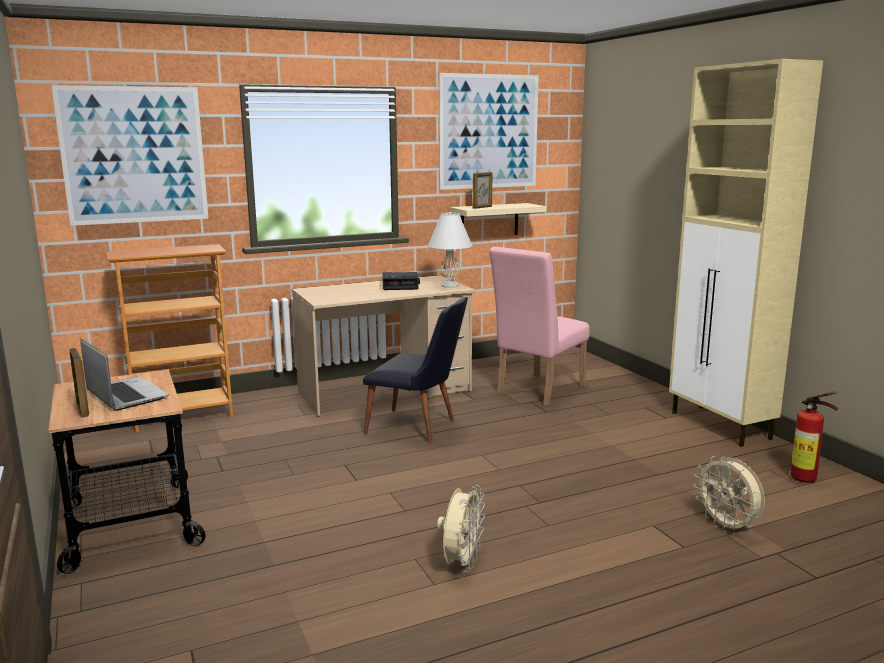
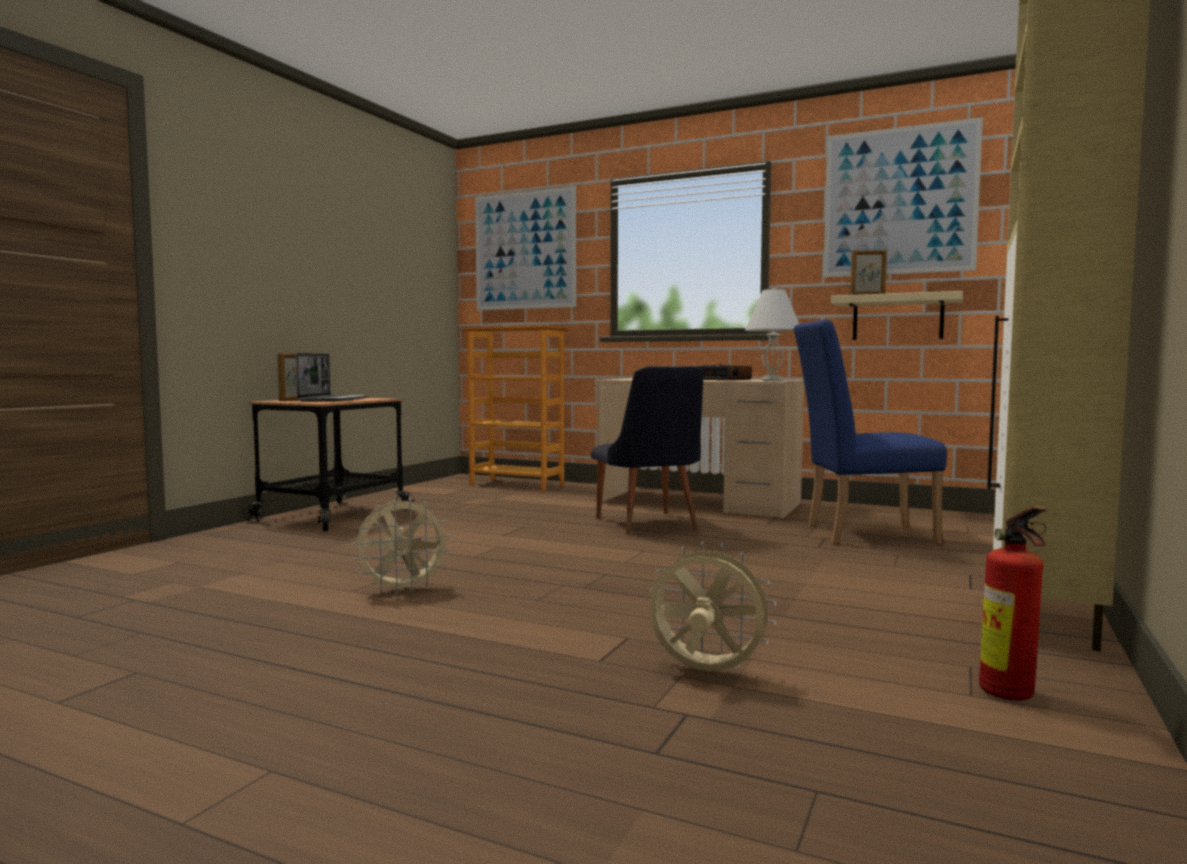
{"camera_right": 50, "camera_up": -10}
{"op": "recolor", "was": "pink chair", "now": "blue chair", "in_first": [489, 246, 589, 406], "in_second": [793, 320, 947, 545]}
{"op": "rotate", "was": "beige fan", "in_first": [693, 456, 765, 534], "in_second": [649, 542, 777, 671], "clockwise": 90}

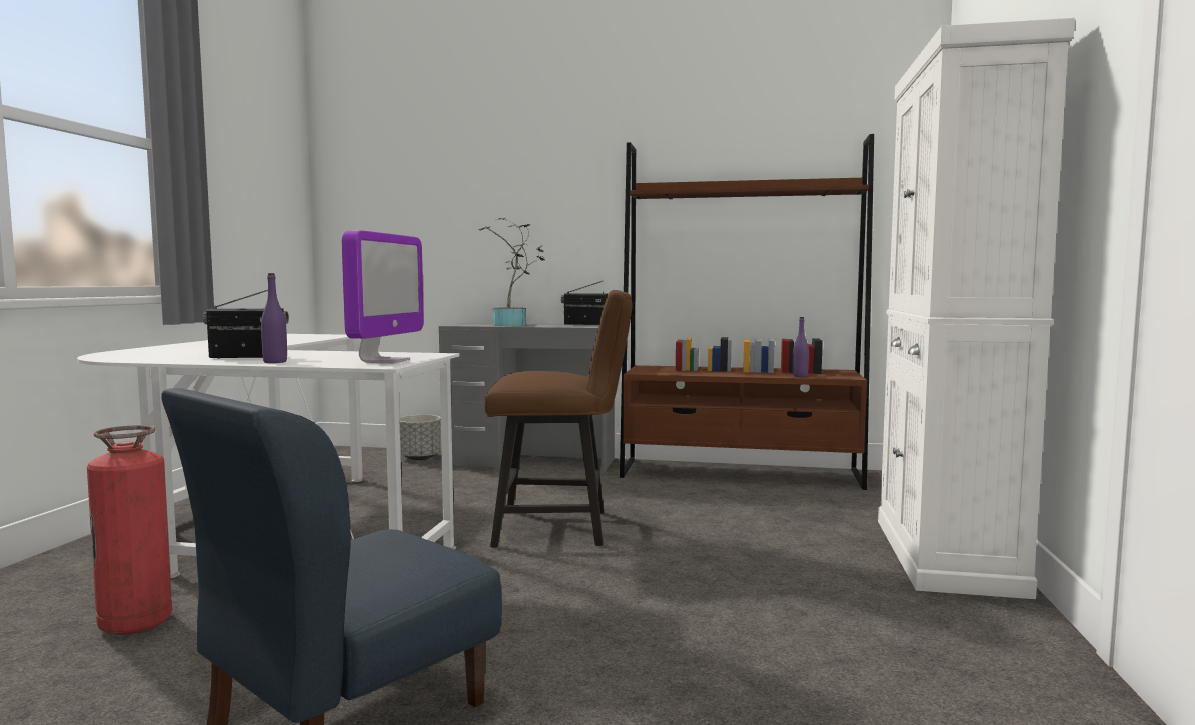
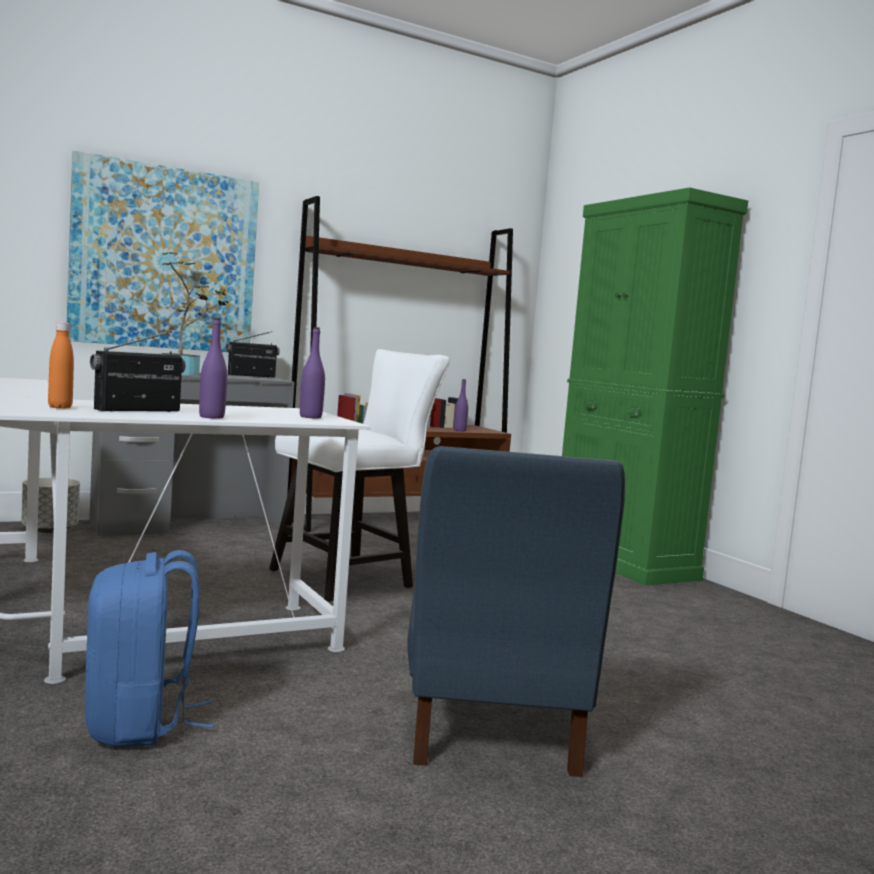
{"camera_right": -40, "camera_up": 0}
{"op": "replace", "was": "fire extinguisher", "now": "blue backpack", "in_first": [87, 425, 172, 635], "in_second": [85, 550, 214, 747]}
{"op": "replace", "was": "monitor", "now": "purple bottle", "in_first": [342, 230, 424, 363], "in_second": [300, 327, 325, 418]}
{"op": "recolor", "was": "brown chair", "now": "white chair", "in_first": [485, 290, 633, 547], "in_second": [269, 349, 450, 602]}
{"op": "recolor", "was": "white cabinet", "now": "green cabinet", "in_first": [878, 18, 1075, 599], "in_second": [562, 187, 748, 585]}
{"op": "insert", "now": "orange bottle", "in_second": [48, 322, 74, 409]}
{"op": "insert", "now": "picture", "in_second": [67, 150, 259, 352]}

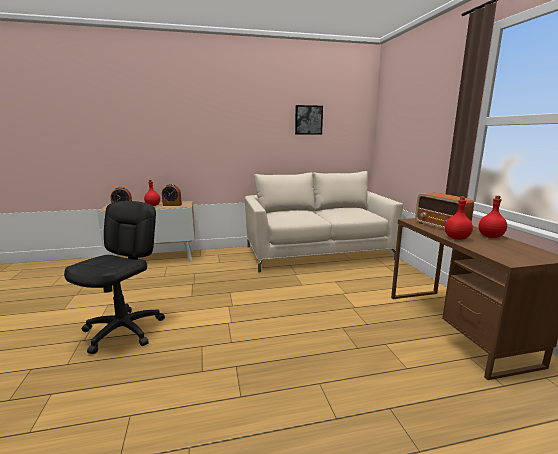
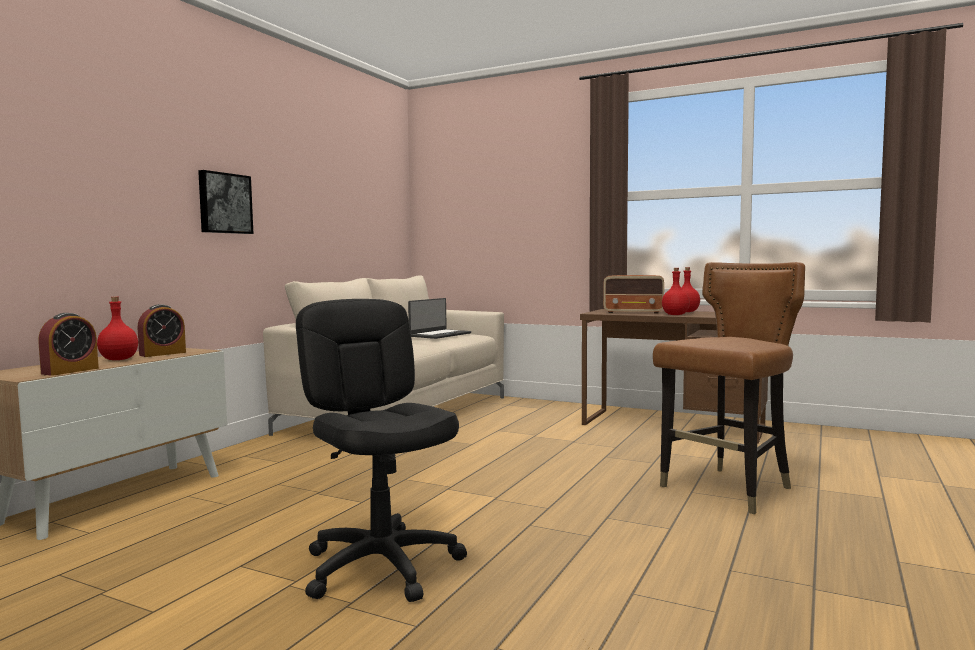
{"camera_right": -50, "camera_up": -10}
{"op": "move", "was": "picture", "in_first": [295, 105, 323, 134], "in_second": [198, 170, 253, 234]}
{"op": "insert", "now": "laptop", "in_second": [408, 298, 471, 339]}
{"op": "insert", "now": "brown chair", "in_second": [653, 262, 805, 514]}

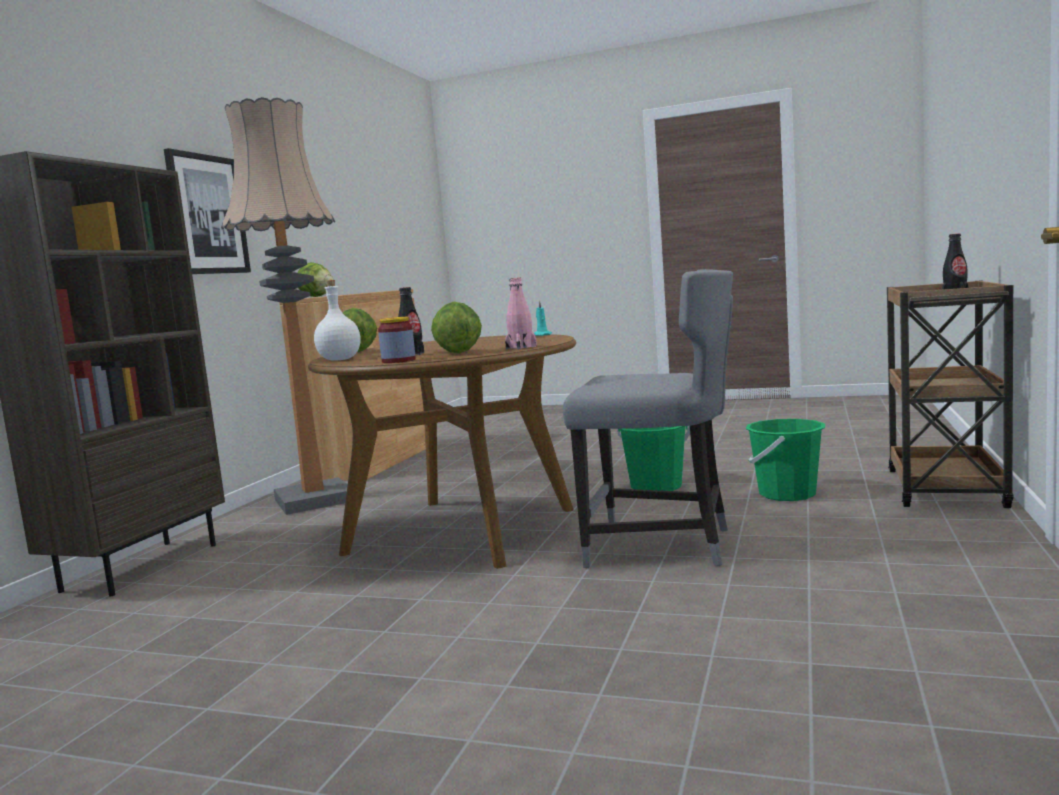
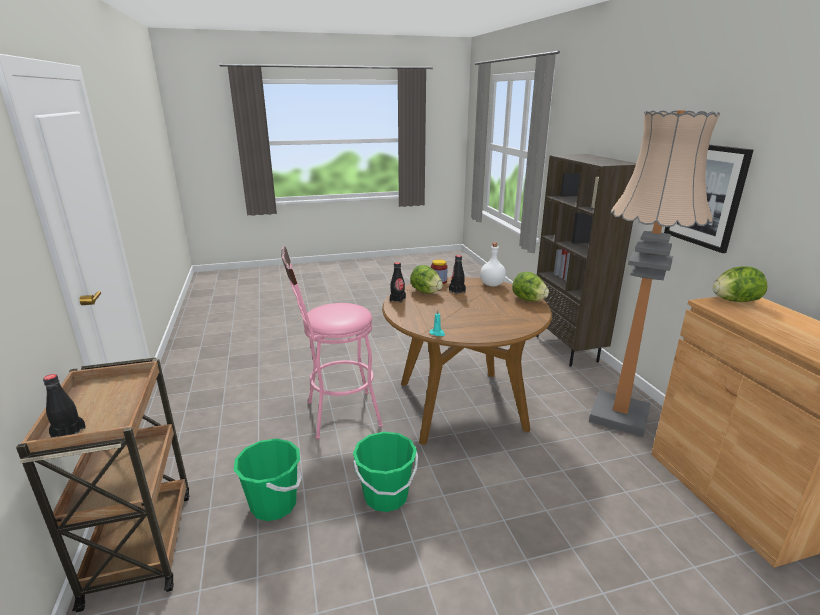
{"camera_right": 145, "camera_up": 15}
{"op": "recolor", "was": "pink bottle", "now": "black bottle", "in_first": [505, 278, 537, 350], "in_second": [390, 262, 406, 303]}
{"op": "replace", "was": "grey chair", "now": "pink stool", "in_first": [563, 269, 733, 568], "in_second": [281, 246, 383, 439]}

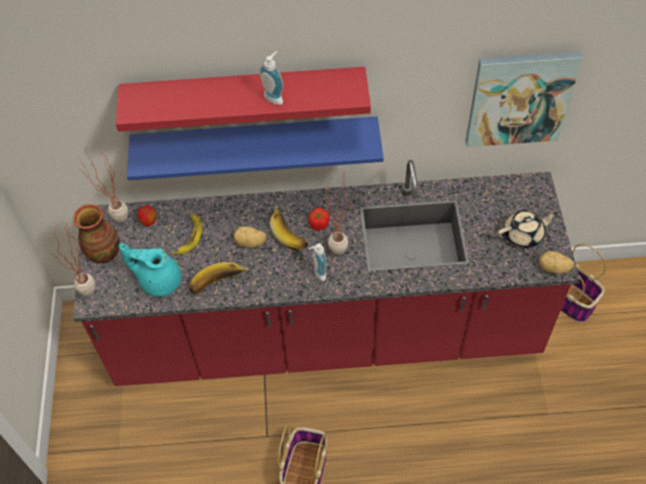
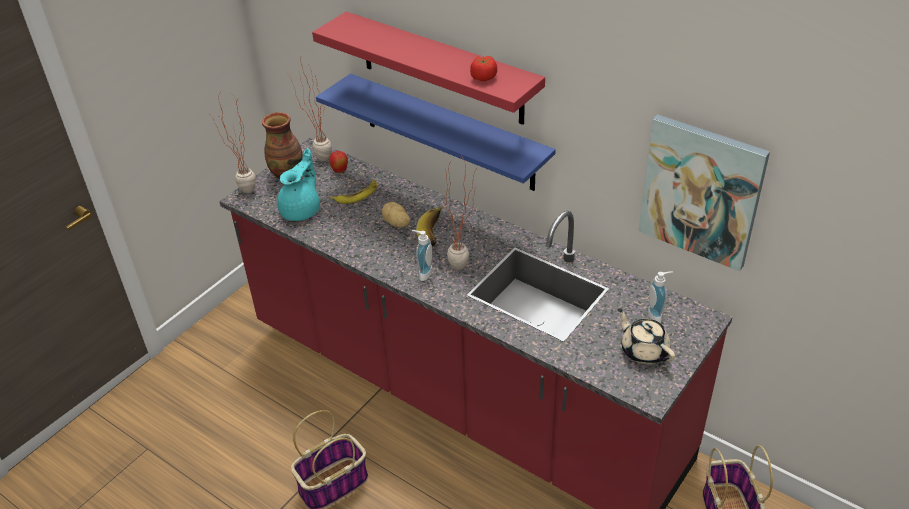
{"camera_right": 40, "camera_up": -15}
{"op": "rotate", "was": "turquoise teapot", "in_first": [119, 243, 181, 297], "in_second": [277, 148, 320, 221], "clockwise": 60}
{"op": "delete", "was": "banana", "in_first": [190, 262, 248, 295]}
{"op": "move", "was": "soap dispenser", "in_first": [259, 51, 284, 105], "in_second": [648, 271, 673, 323]}
{"op": "move", "was": "tomato", "in_first": [309, 208, 330, 230], "in_second": [470, 56, 497, 81]}
{"op": "rotate", "was": "beige teapot", "in_first": [498, 210, 558, 248], "in_second": [617, 308, 675, 364], "clockwise": -150}
{"op": "delete", "was": "potato", "in_first": [539, 251, 574, 274]}

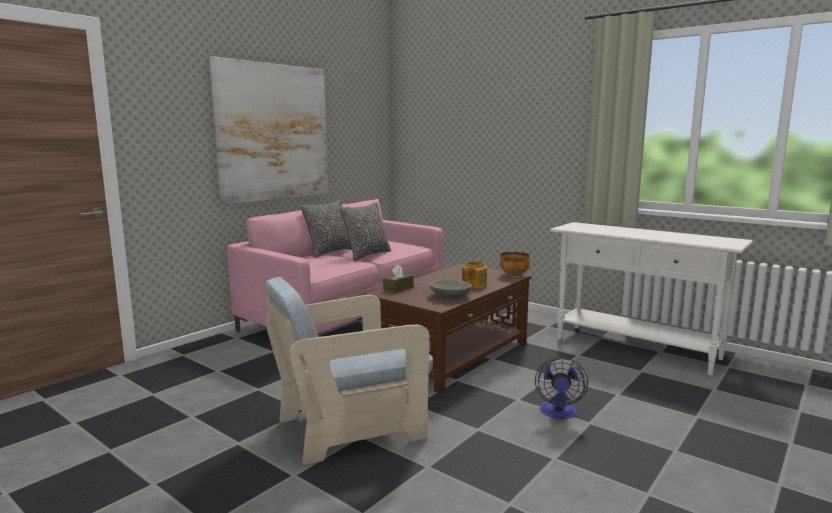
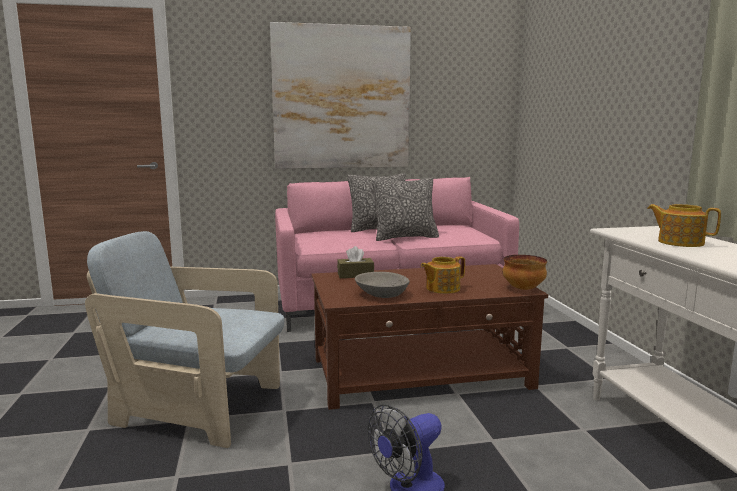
{"camera_right": 40, "camera_up": 0}
{"op": "insert", "now": "teapot", "in_second": [647, 204, 721, 247]}

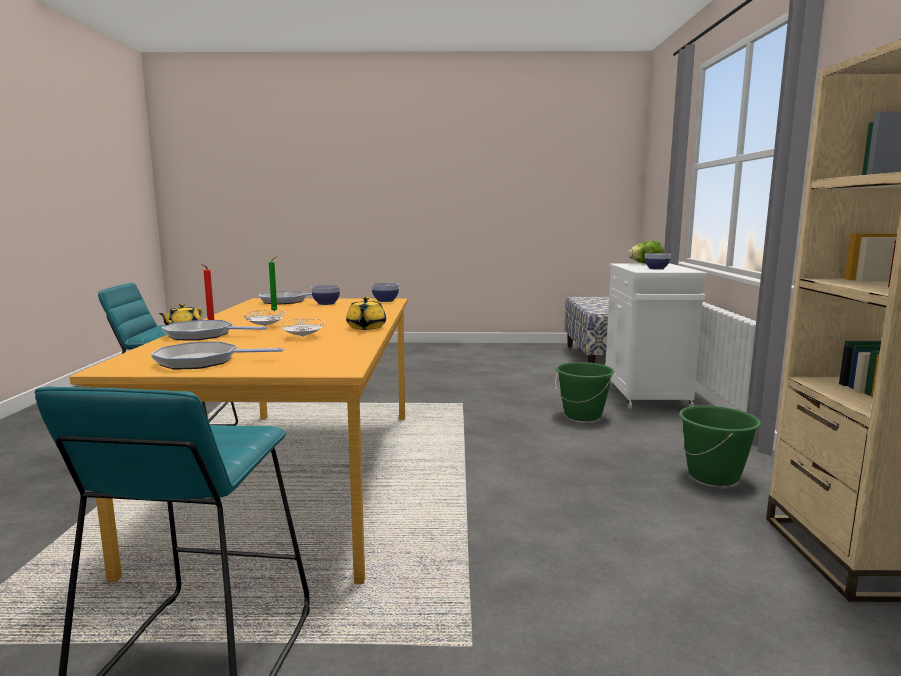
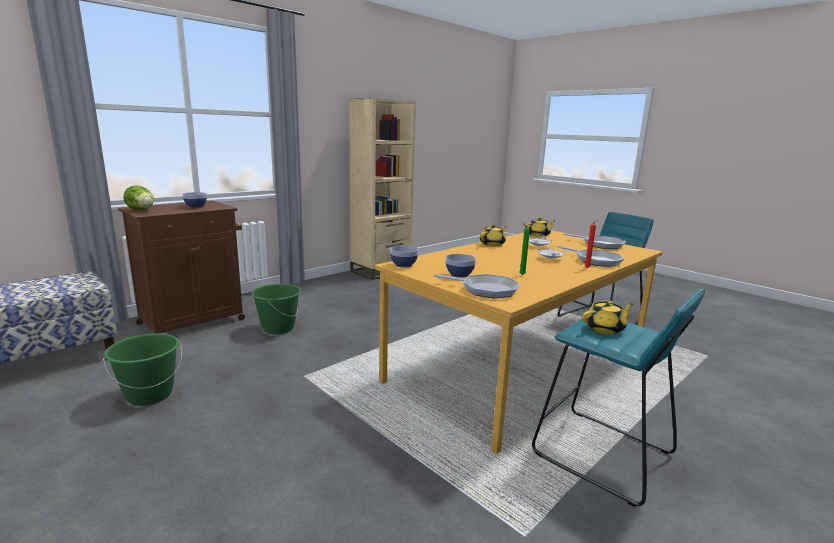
{"camera_right": -135, "camera_up": 5}
{"op": "recolor", "was": "white cabinet", "now": "brown cabinet", "in_first": [605, 263, 708, 409], "in_second": [118, 201, 245, 333]}
{"op": "move", "was": "green bucket", "in_first": [679, 405, 761, 486], "in_second": [103, 333, 182, 406]}
{"op": "insert", "now": "yellow teapot", "in_second": [525, 217, 556, 237]}

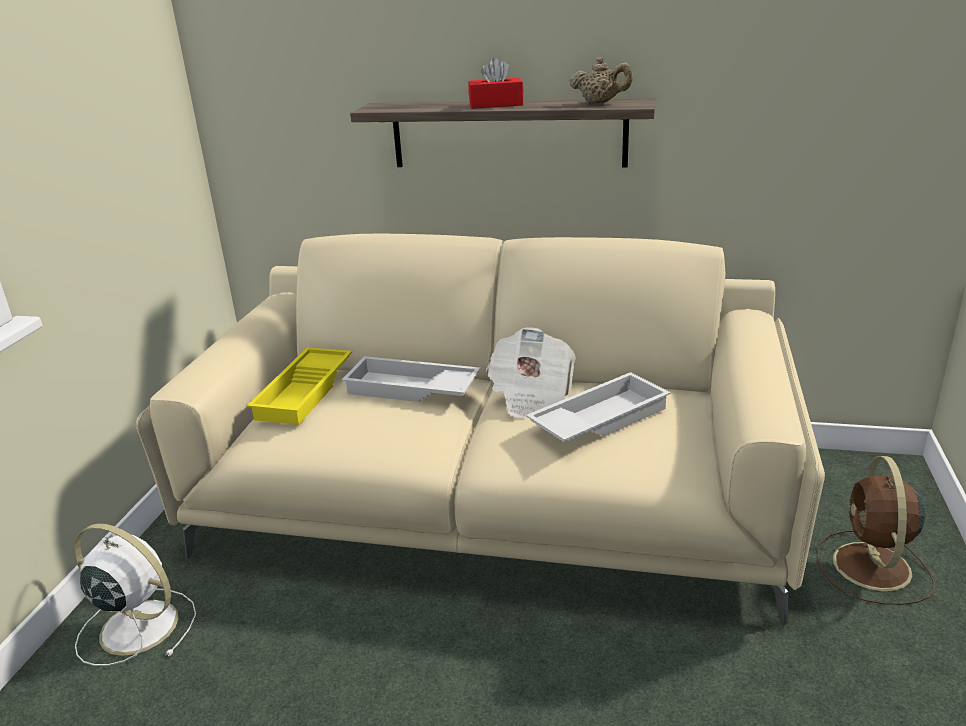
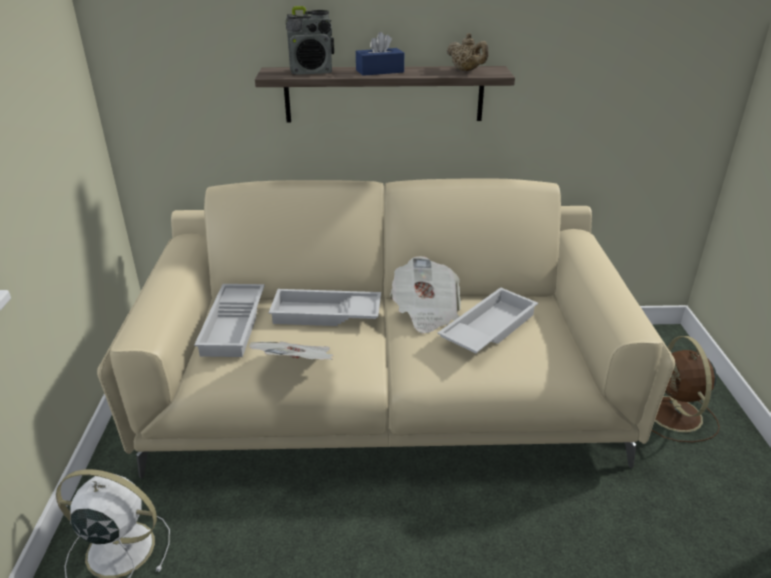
{"camera_right": -15, "camera_up": 5}
{"op": "recolor", "was": "yellow tray", "now": "white tray", "in_first": [247, 347, 352, 425], "in_second": [194, 284, 265, 357]}
{"op": "recolor", "was": "red tissue box", "now": "blue tissue box", "in_first": [468, 58, 524, 109], "in_second": [356, 32, 404, 76]}
{"op": "rotate", "was": "beige teapot", "in_first": [570, 57, 633, 104], "in_second": [447, 33, 489, 71], "clockwise": 45}
{"op": "insert", "now": "newspaper", "in_second": [249, 341, 334, 360]}
{"op": "insert", "now": "radio", "in_second": [286, 6, 334, 74]}

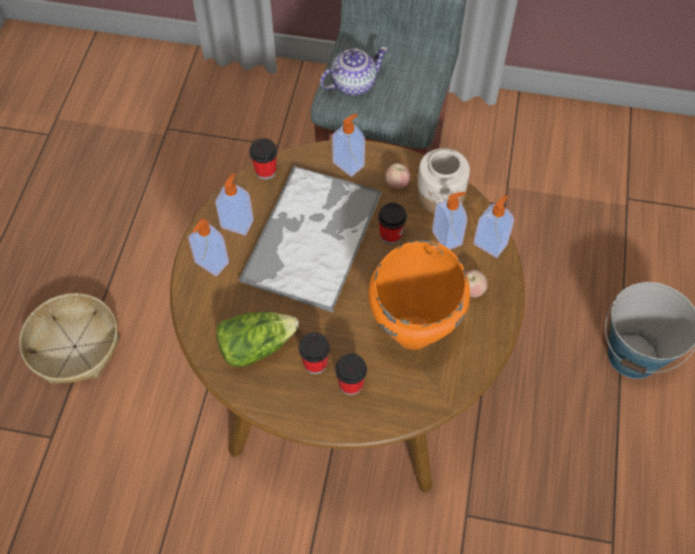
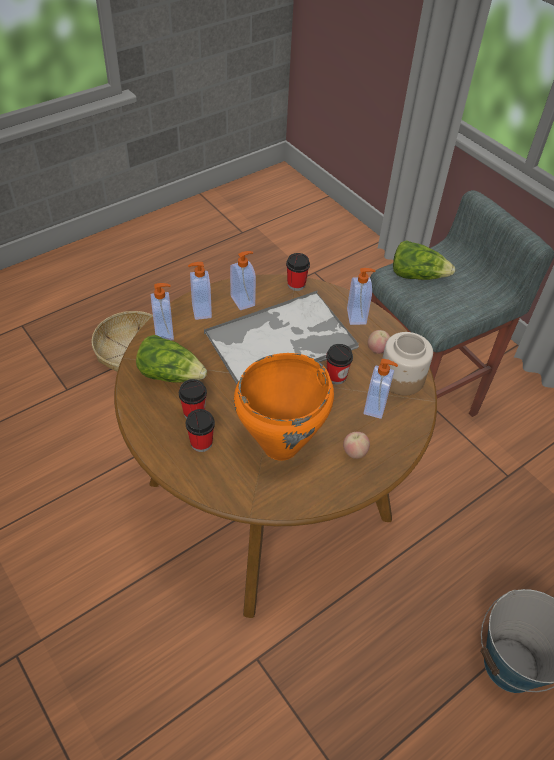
{"camera_right": 40, "camera_up": -10}
{"op": "replace", "was": "teapot", "now": "lettuce", "in_first": [320, 47, 388, 95], "in_second": [393, 240, 455, 280]}
{"op": "move", "was": "soap dispenser", "in_first": [473, 195, 514, 258], "in_second": [151, 283, 174, 340]}

